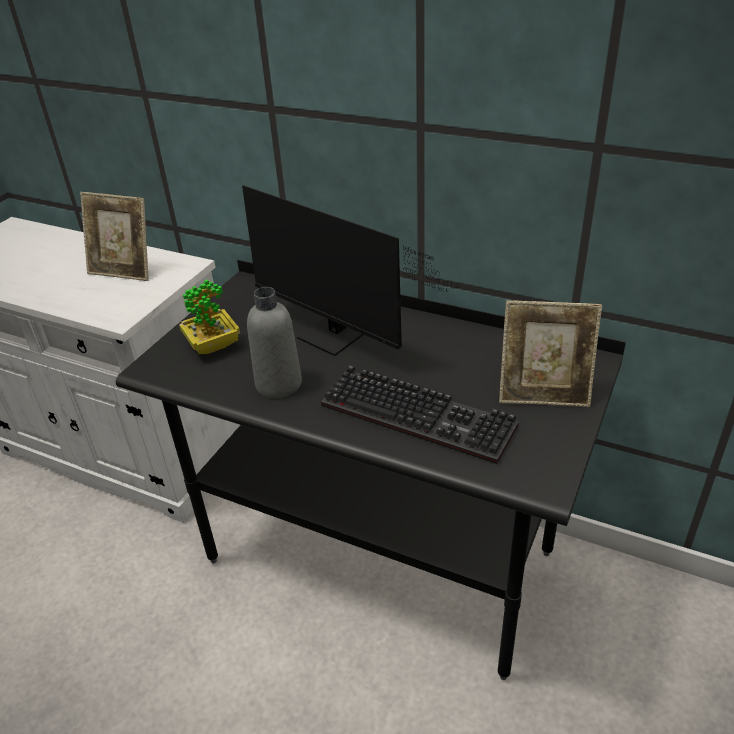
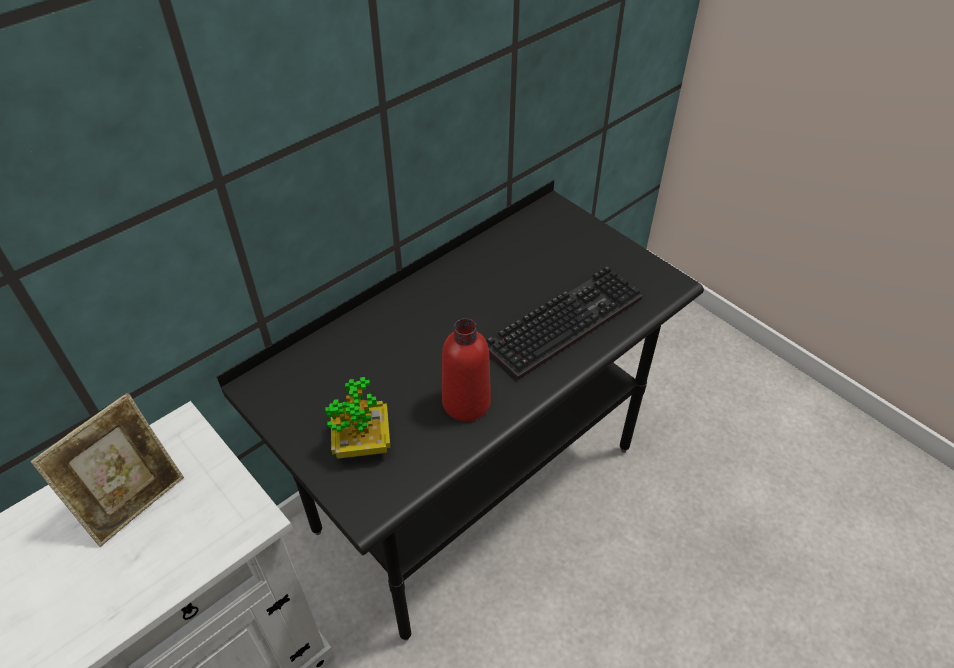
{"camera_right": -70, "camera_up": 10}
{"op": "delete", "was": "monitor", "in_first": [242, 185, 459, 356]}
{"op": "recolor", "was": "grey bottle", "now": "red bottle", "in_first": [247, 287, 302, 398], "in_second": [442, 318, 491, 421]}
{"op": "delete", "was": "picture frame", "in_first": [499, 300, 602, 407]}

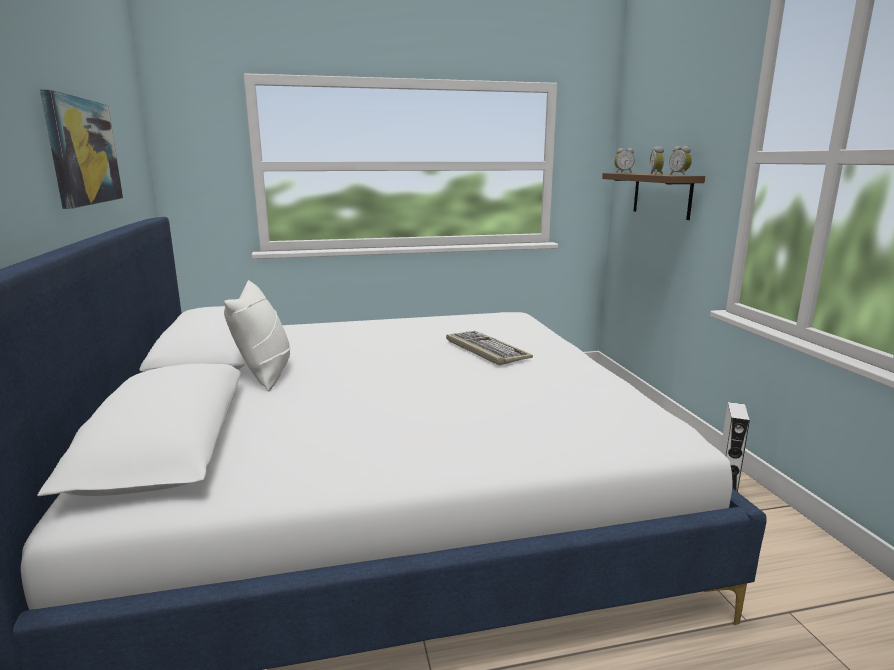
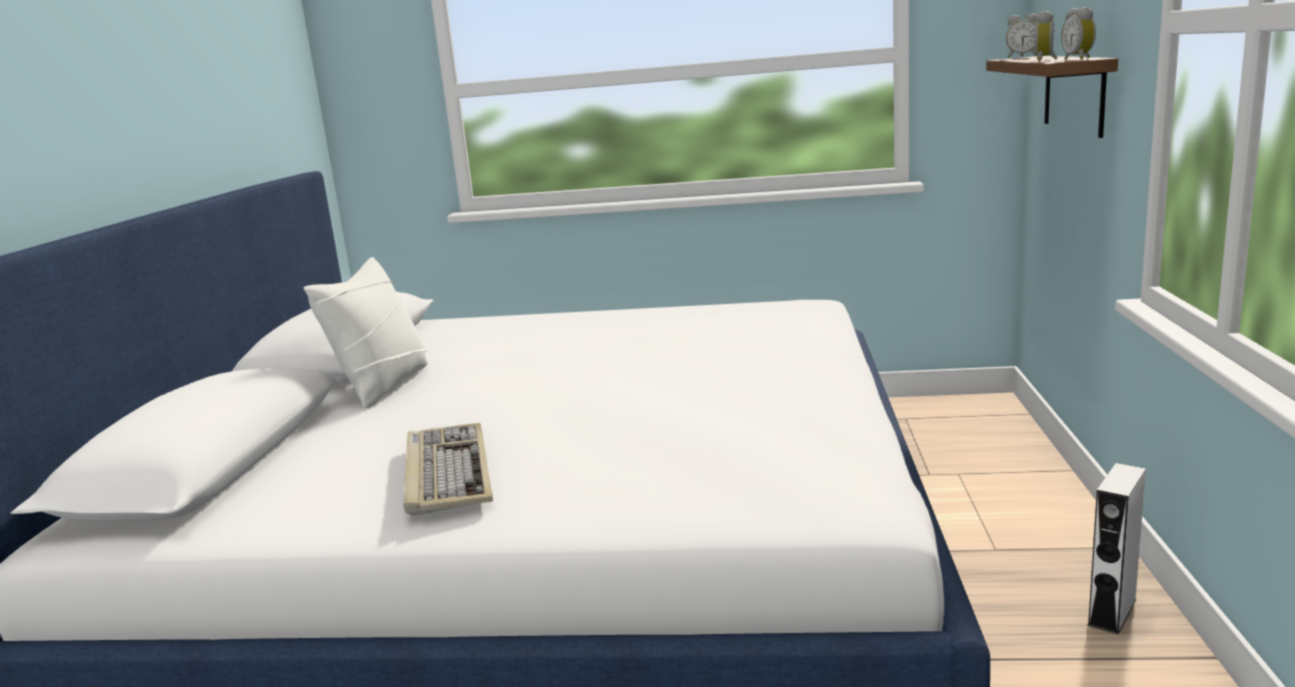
{"camera_right": 20, "camera_up": 0}
{"op": "delete", "was": "picture", "in_first": [40, 89, 123, 209]}
{"op": "move", "was": "keyboard", "in_first": [446, 331, 533, 365], "in_second": [403, 423, 493, 516]}

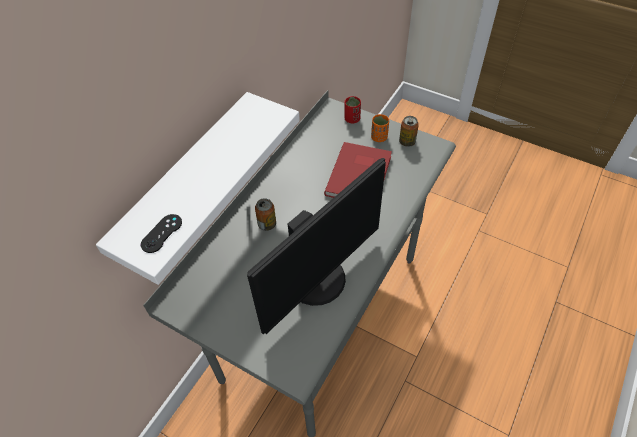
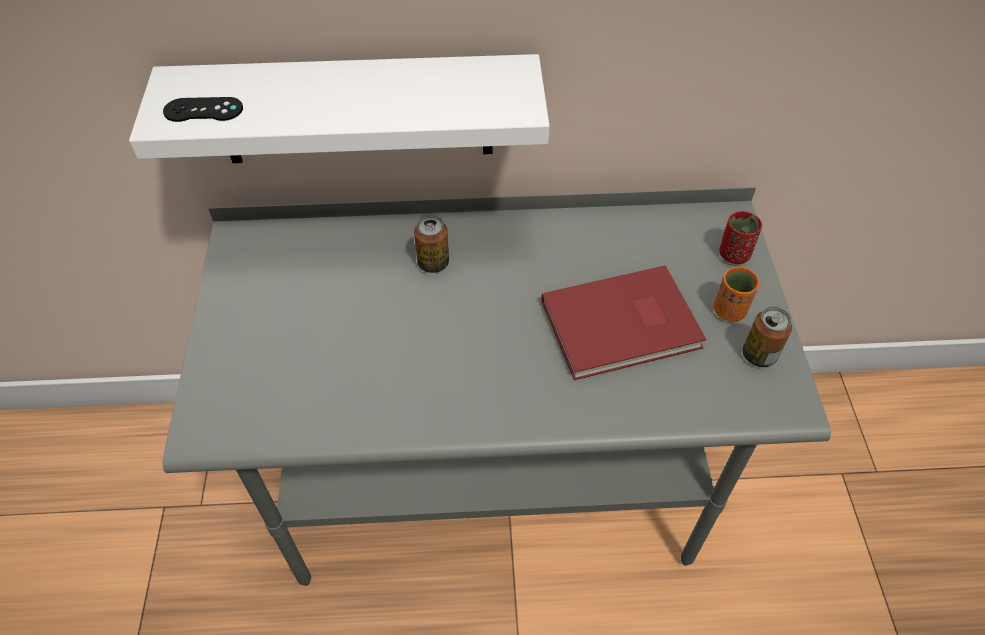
{"camera_right": 55, "camera_up": 0}
{"op": "delete", "was": "monitor", "in_first": [247, 158, 386, 335]}

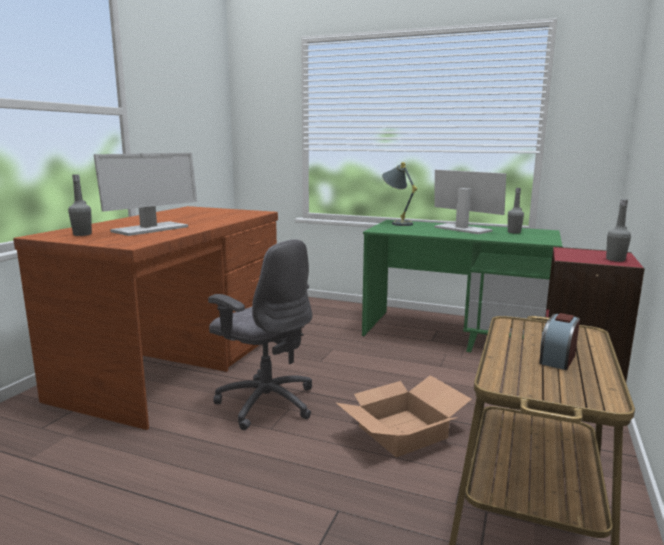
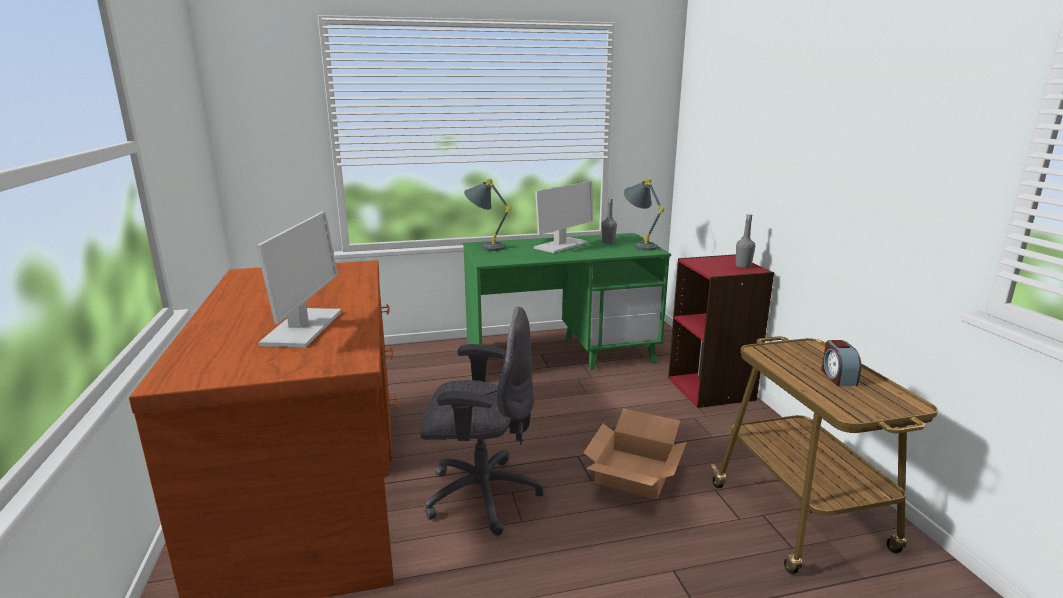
{"camera_right": -35, "camera_up": 5}
{"op": "delete", "was": "grey bottle", "in_first": [68, 174, 92, 236]}
{"op": "rotate", "was": "monitor", "in_first": [434, 170, 506, 234], "in_second": [534, 181, 593, 253], "clockwise": 120}
{"op": "insert", "now": "grey table lamp", "in_second": [624, 178, 664, 251]}

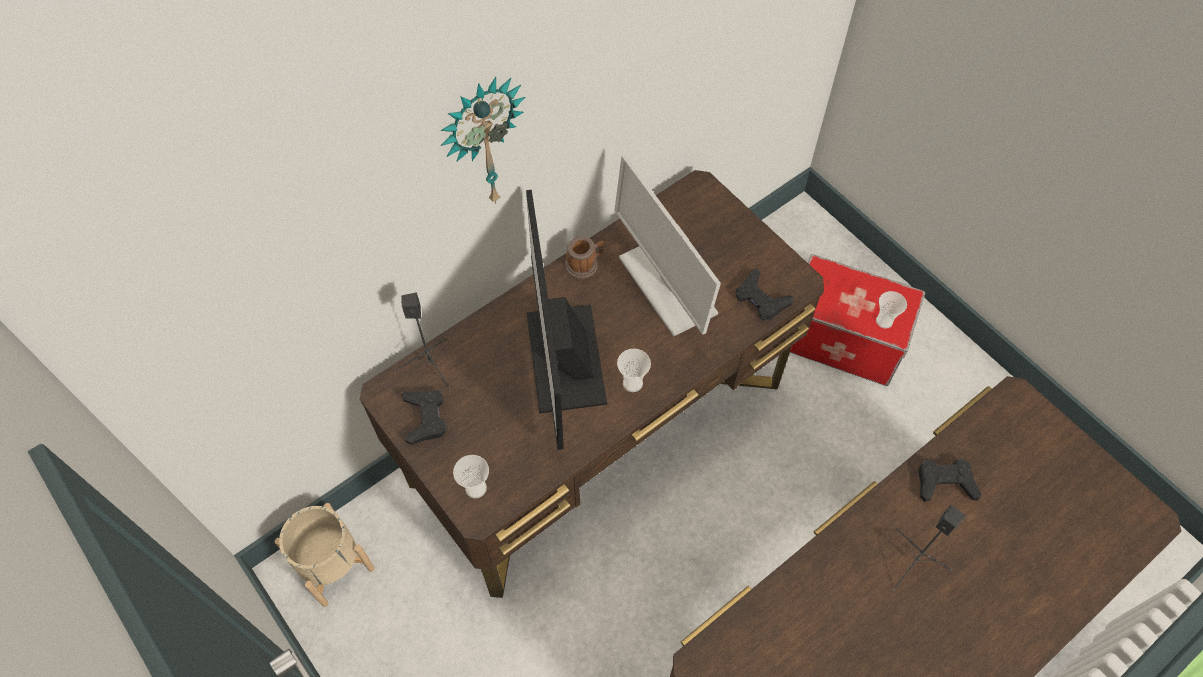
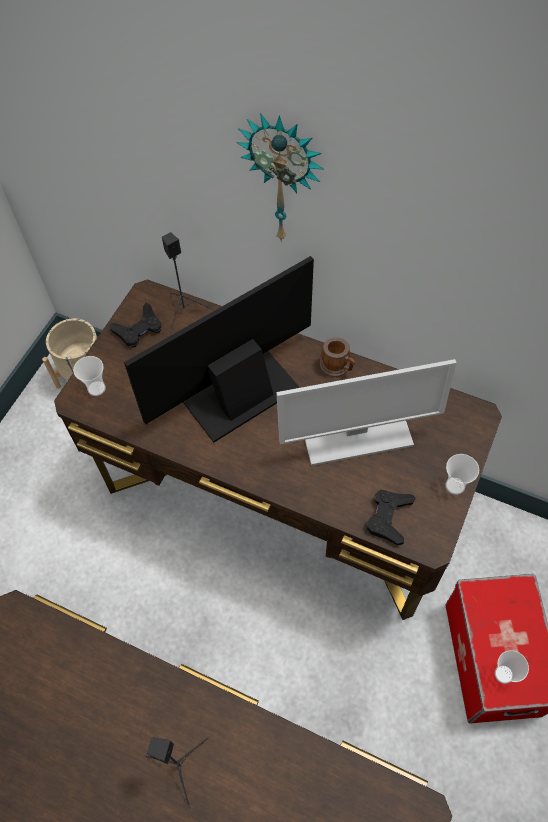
{"camera_right": 65, "camera_up": 0}
{"op": "rotate", "was": "monitor", "in_first": [614, 155, 721, 337], "in_second": [276, 359, 457, 466], "clockwise": -135}
{"op": "move", "was": "cup", "in_first": [617, 349, 651, 392], "in_second": [445, 454, 479, 495]}
{"op": "delete", "was": "black game controller", "in_first": [918, 458, 981, 502]}

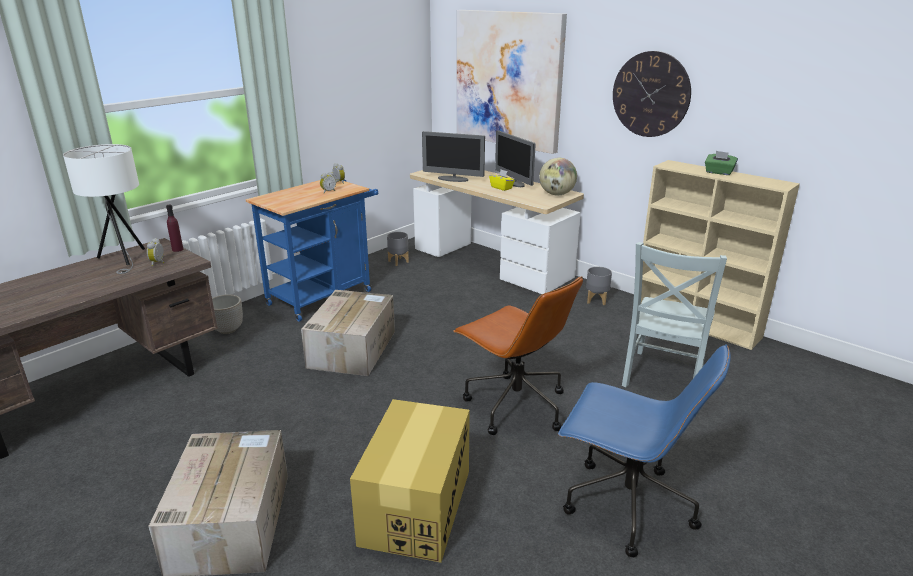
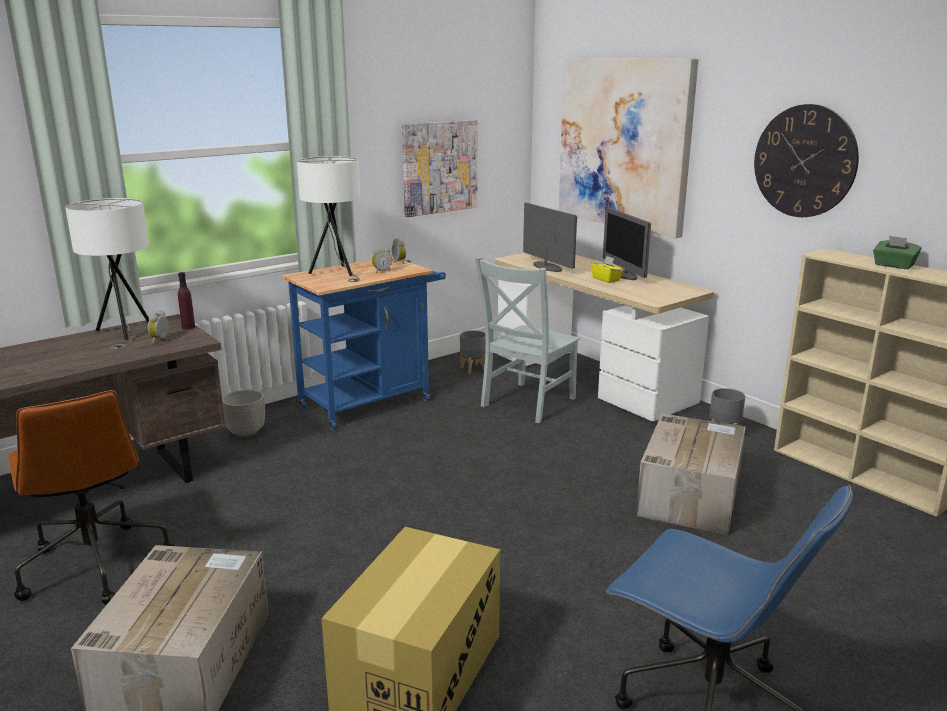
{"camera_right": 10, "camera_up": -5}
{"op": "move", "was": "cardboard box", "in_first": [301, 290, 395, 376], "in_second": [636, 414, 746, 535]}
{"op": "rotate", "was": "monitor", "in_first": [422, 131, 485, 182], "in_second": [523, 203, 577, 272], "clockwise": -150}
{"op": "move", "was": "brown office chair", "in_first": [453, 276, 583, 435], "in_second": [8, 390, 175, 605]}
{"op": "delete", "was": "globe", "in_first": [539, 158, 577, 195]}
{"op": "move", "was": "grey chair", "in_first": [622, 242, 727, 387], "in_second": [475, 257, 580, 423]}
{"op": "insert", "now": "white table lamp", "in_second": [297, 156, 360, 282]}
{"op": "insert", "now": "picture", "in_second": [402, 120, 478, 217]}

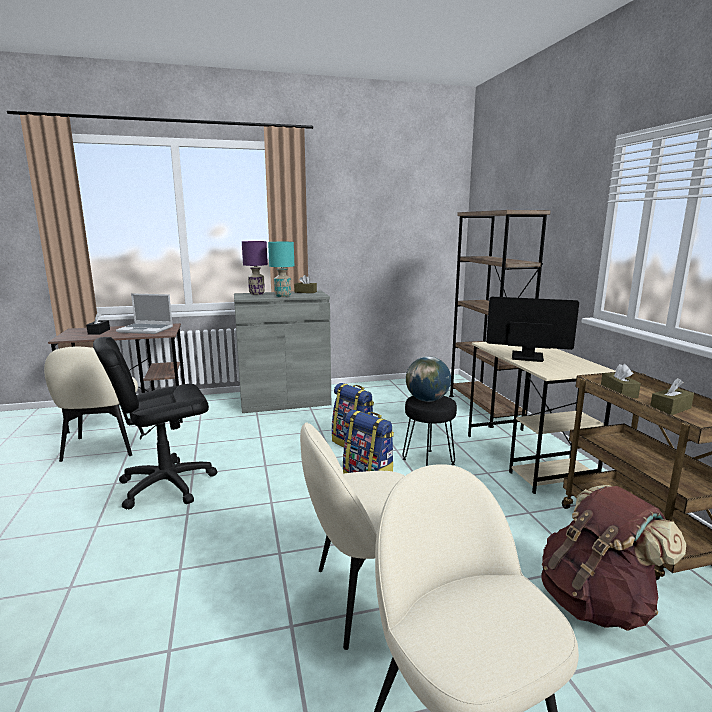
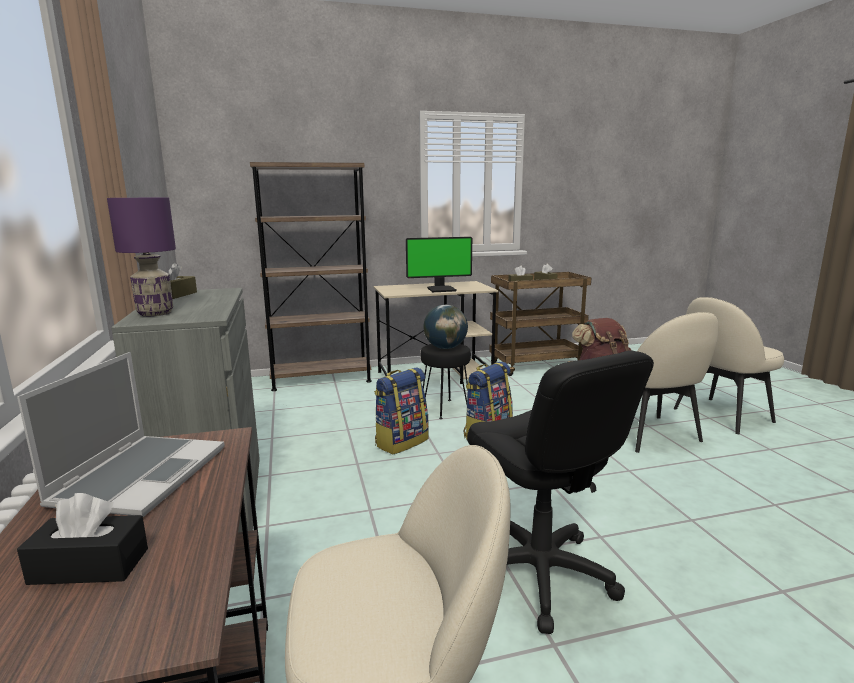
{"camera_right": -90, "camera_up": 0}
{"op": "delete", "was": "turquoise table lamp", "in_first": [268, 242, 294, 297]}
{"op": "rotate", "was": "monitor", "in_first": [486, 297, 579, 362], "in_second": [406, 237, 472, 292], "clockwise": -120}

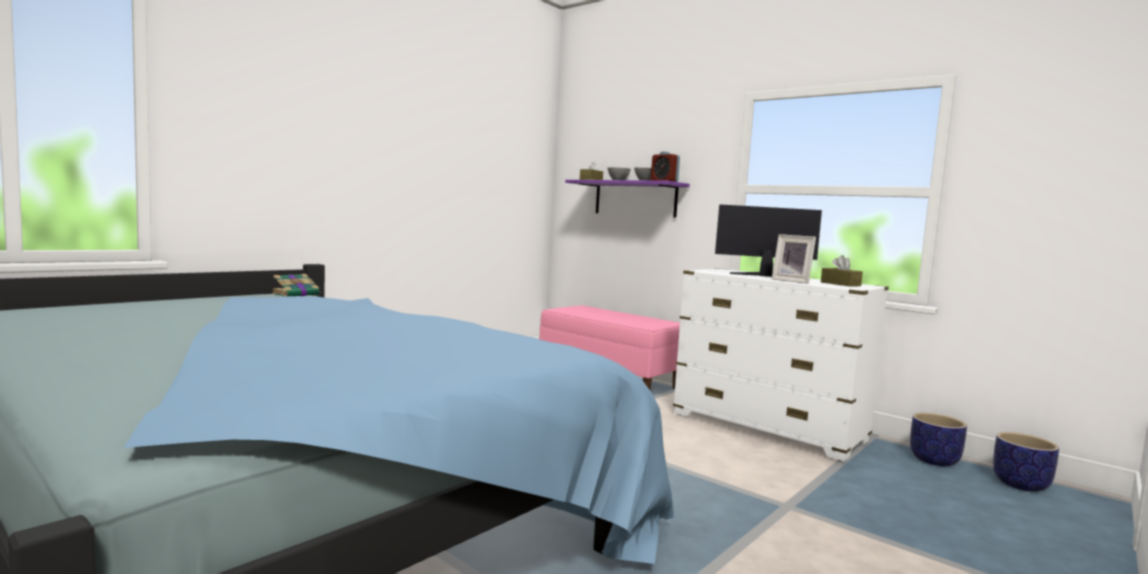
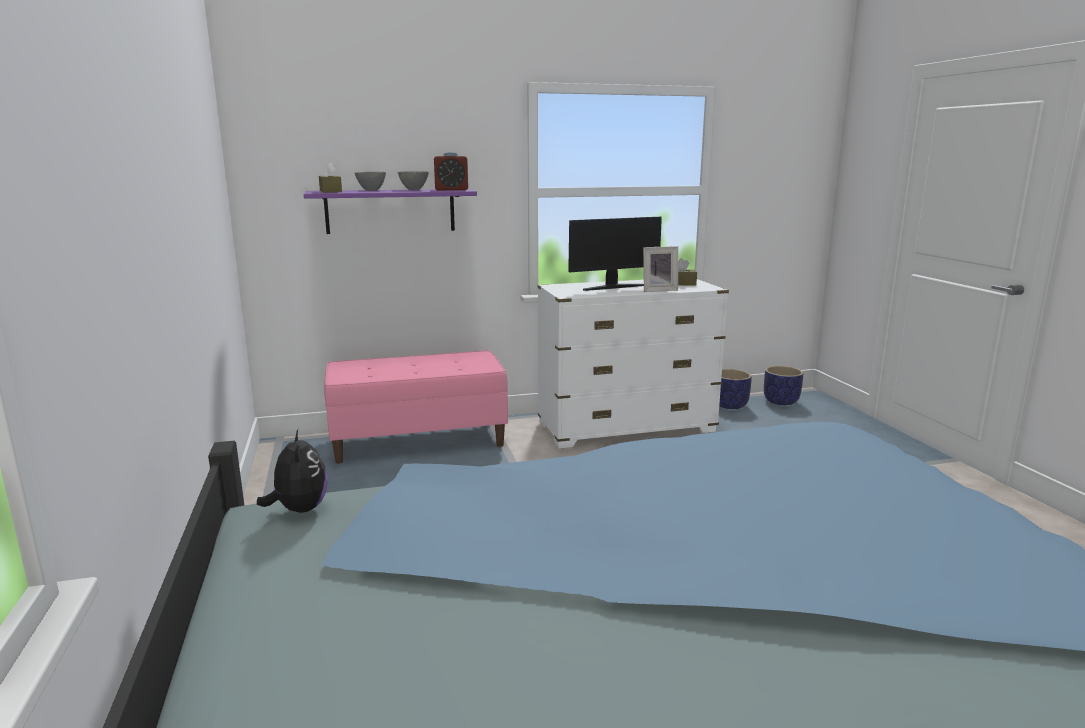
{"camera_right": -55, "camera_up": 10}
{"op": "replace", "was": "book", "now": "plush toy", "in_first": [272, 274, 320, 297], "in_second": [257, 430, 328, 513]}
{"op": "rotate", "was": "monitor", "in_first": [715, 204, 822, 277], "in_second": [568, 217, 662, 291], "clockwise": -150}

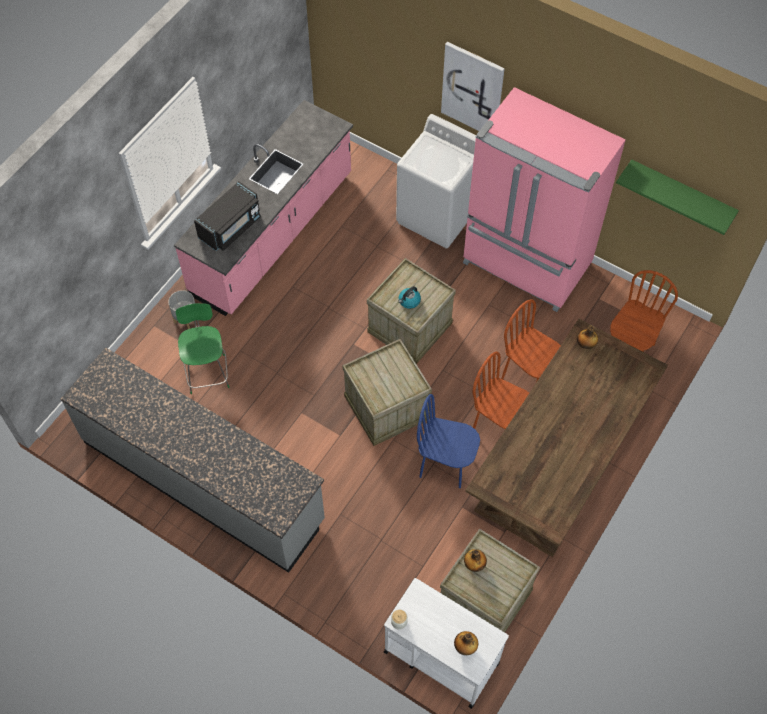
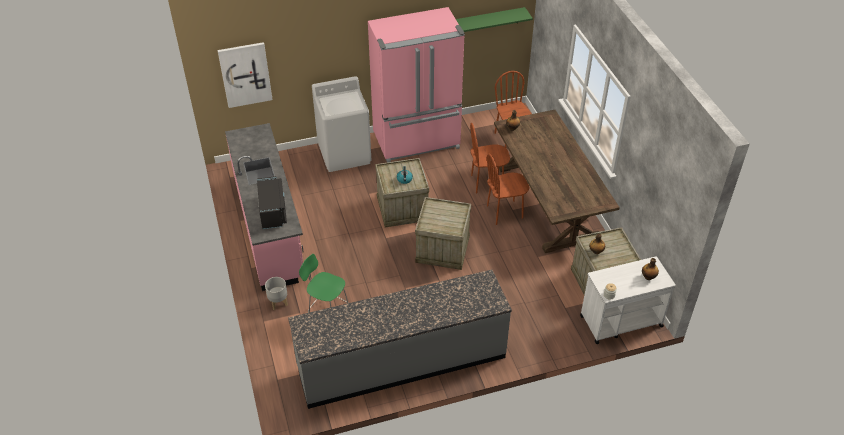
{"camera_right": -50, "camera_up": -15}
{"op": "delete", "was": "blue chair", "in_first": [417, 394, 480, 488]}
{"op": "move", "was": "picture", "in_first": [441, 42, 505, 131], "in_second": [218, 42, 273, 108]}

